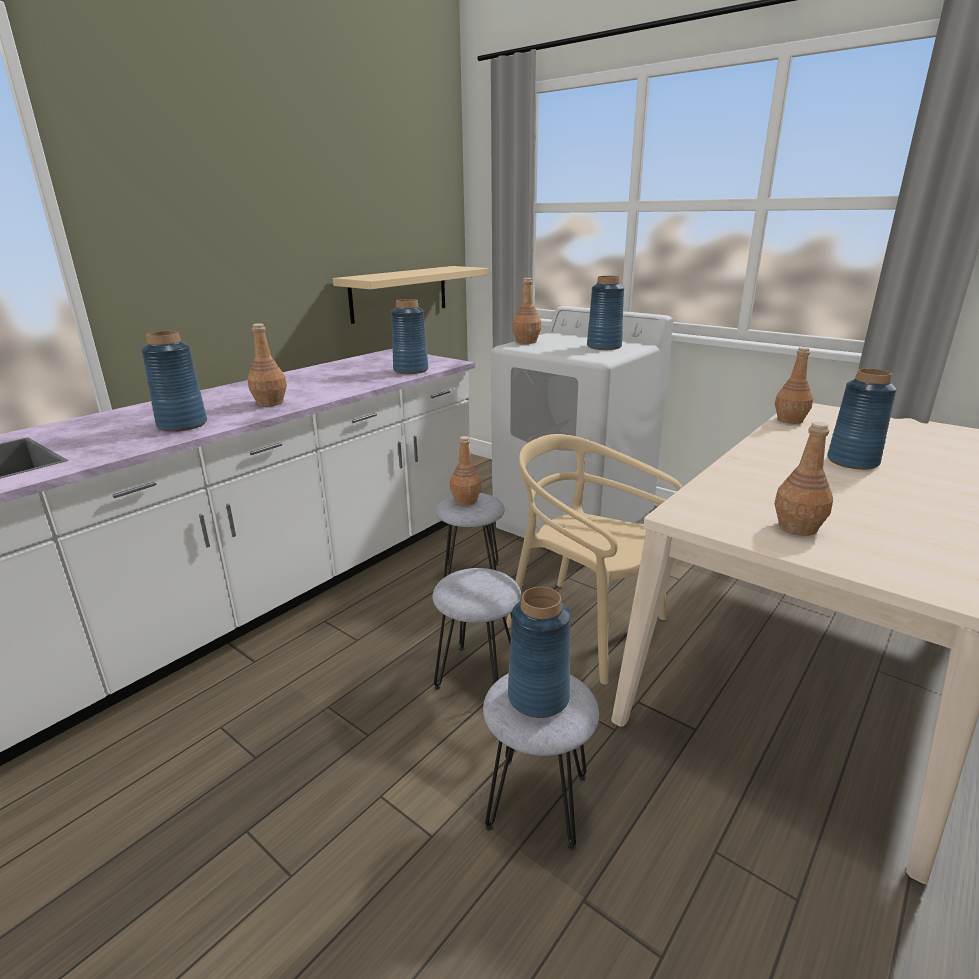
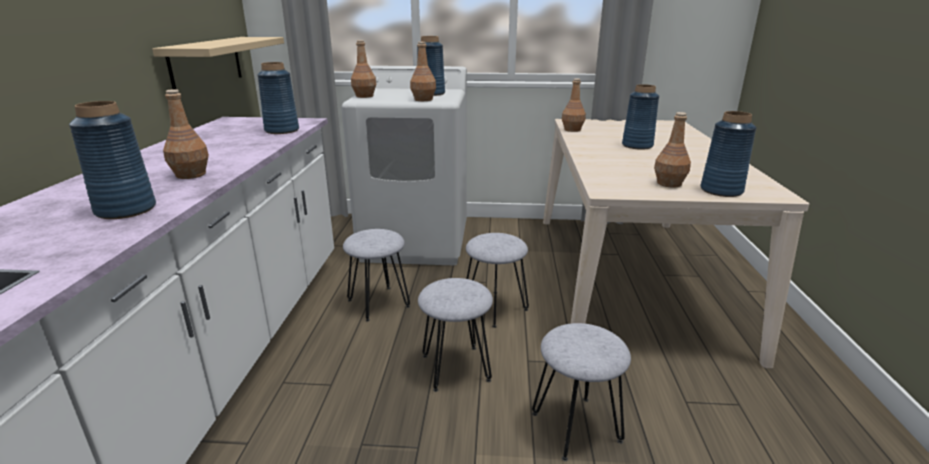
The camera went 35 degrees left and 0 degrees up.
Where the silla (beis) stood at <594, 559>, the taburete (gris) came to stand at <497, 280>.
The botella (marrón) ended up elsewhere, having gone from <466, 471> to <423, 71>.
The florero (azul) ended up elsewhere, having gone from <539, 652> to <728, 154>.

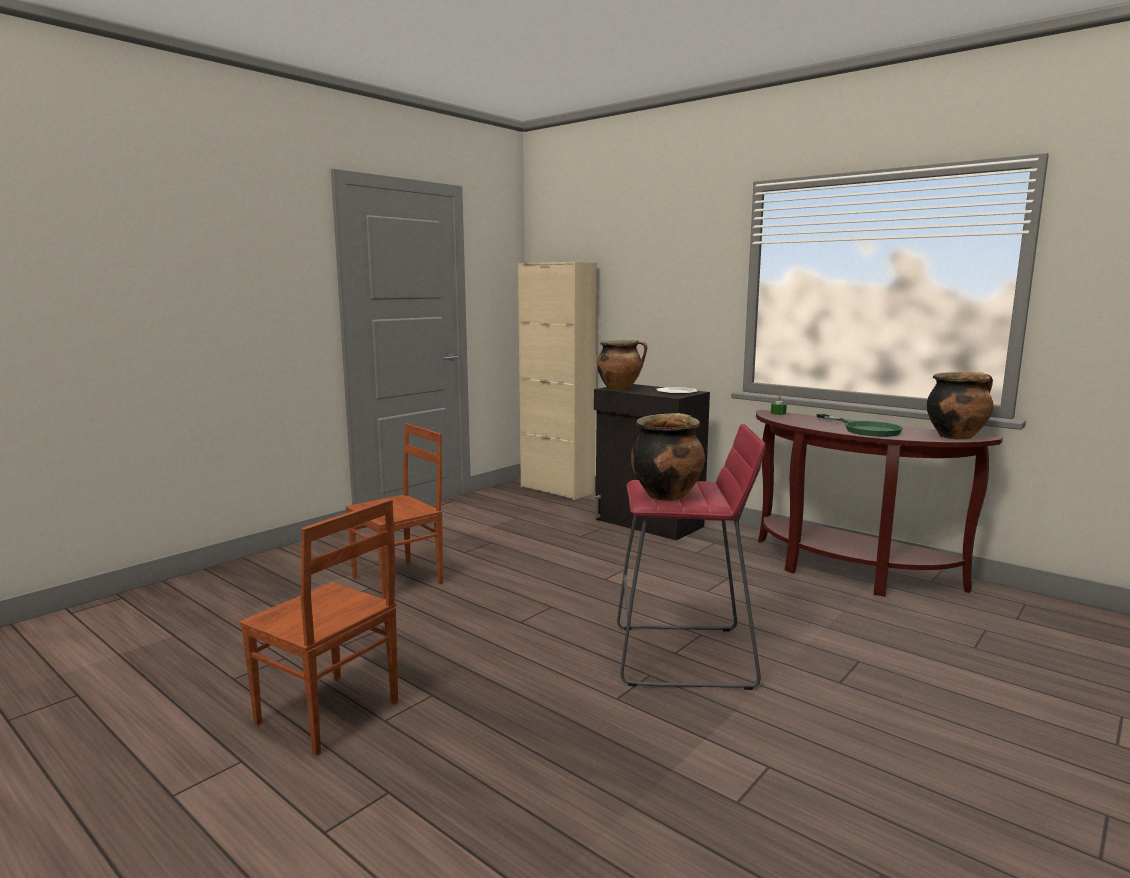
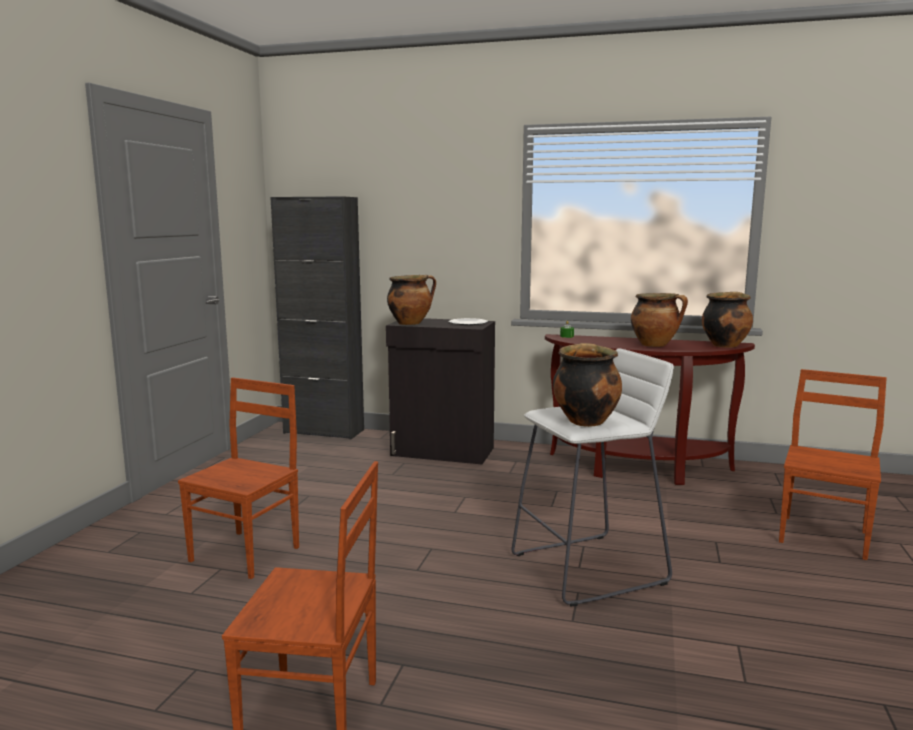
The camera went 25 degrees left and 0 degrees up.
What was the armario (beis) at <557, 381> turned into the armario (negro) at <317, 318>.
Where the sartén (verde) stood at <859, 425>, the olla came to stand at <659, 320>.
What was the taburete (rojo) at <691, 557> turned into the taburete (blanco) at <592, 477>.
The second view gained the silla (marrón) at <833, 464>.

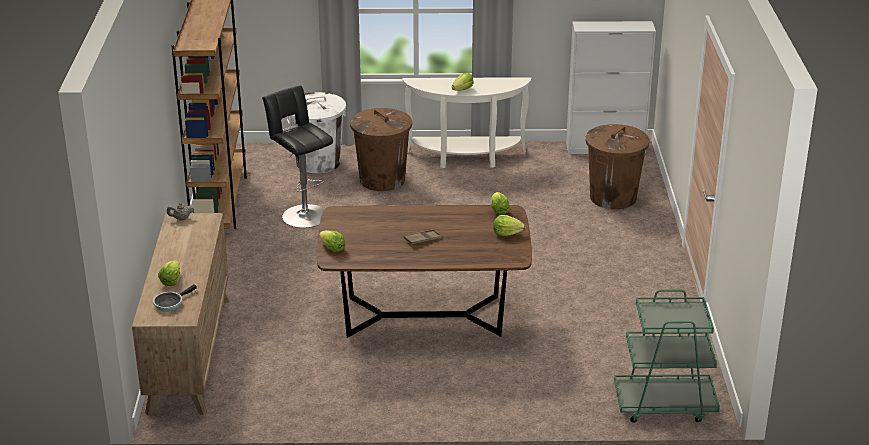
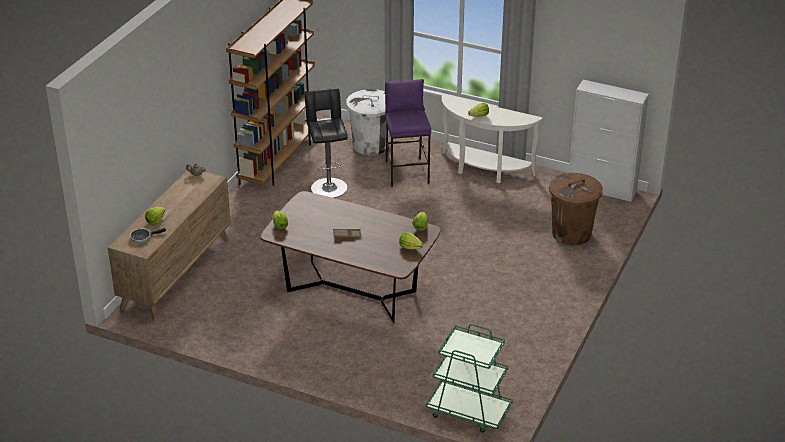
The camera went 25 degrees right and 5 degrees up.
Where the papelera (marrón) stood at <381, 149>, the taburete (morado) came to stand at <408, 133>.

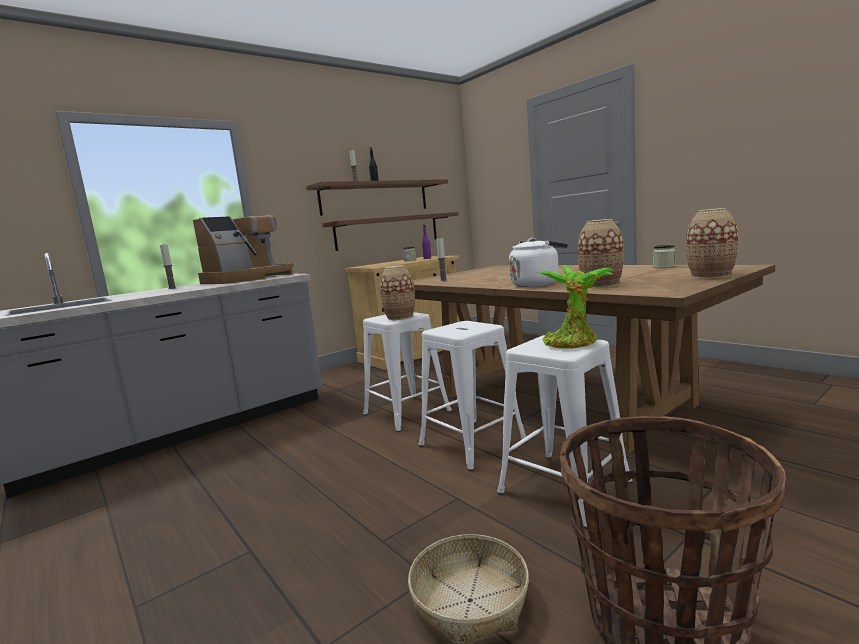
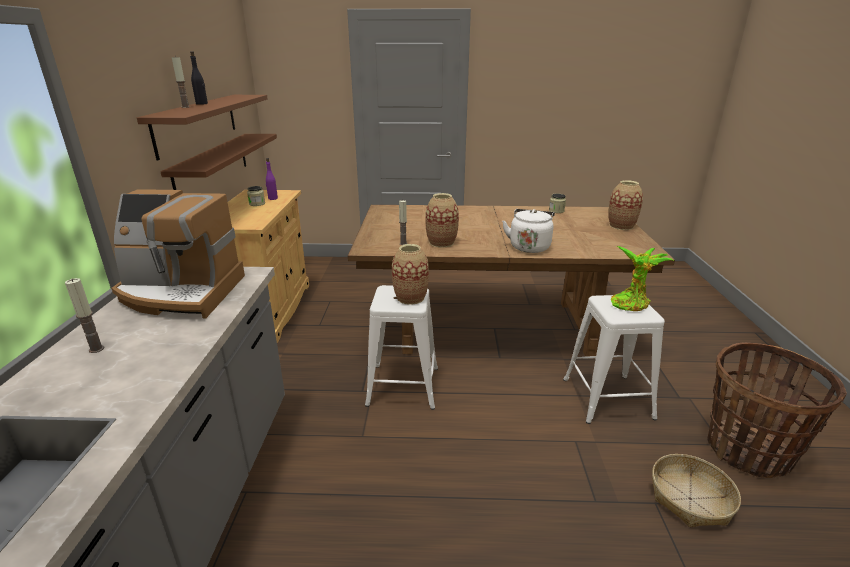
The camera went 50 degrees left and 15 degrees up.
The cafetera at <243, 249> ended up facing another way, 105 degrees clockwise from before.
The florero ended up elsewhere, having gone from <601, 253> to <442, 220>.
The second view lost the taburete (blanco) at <473, 396>.

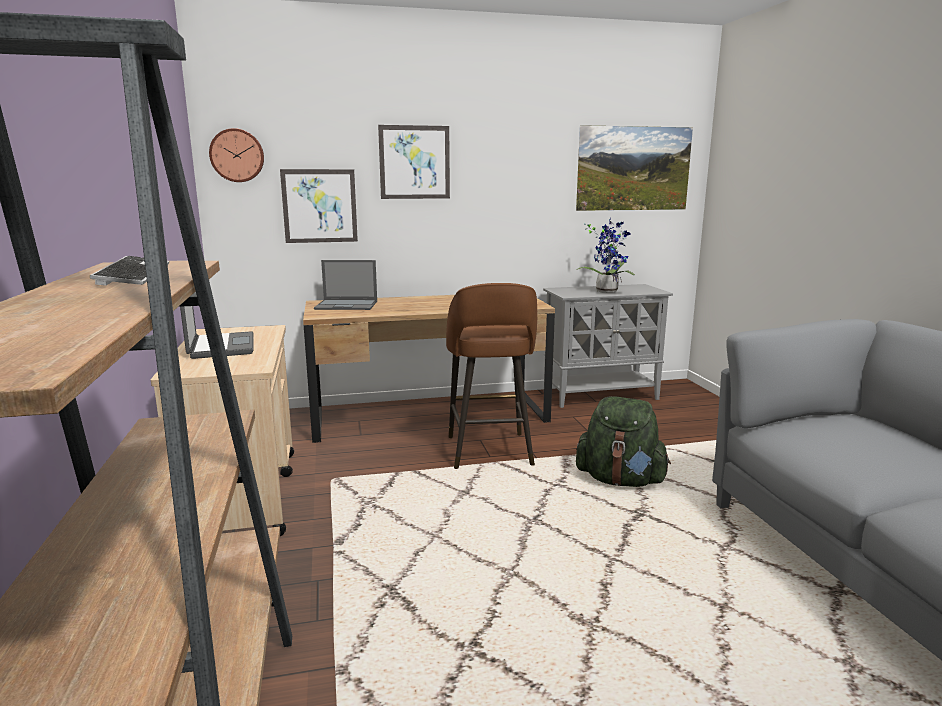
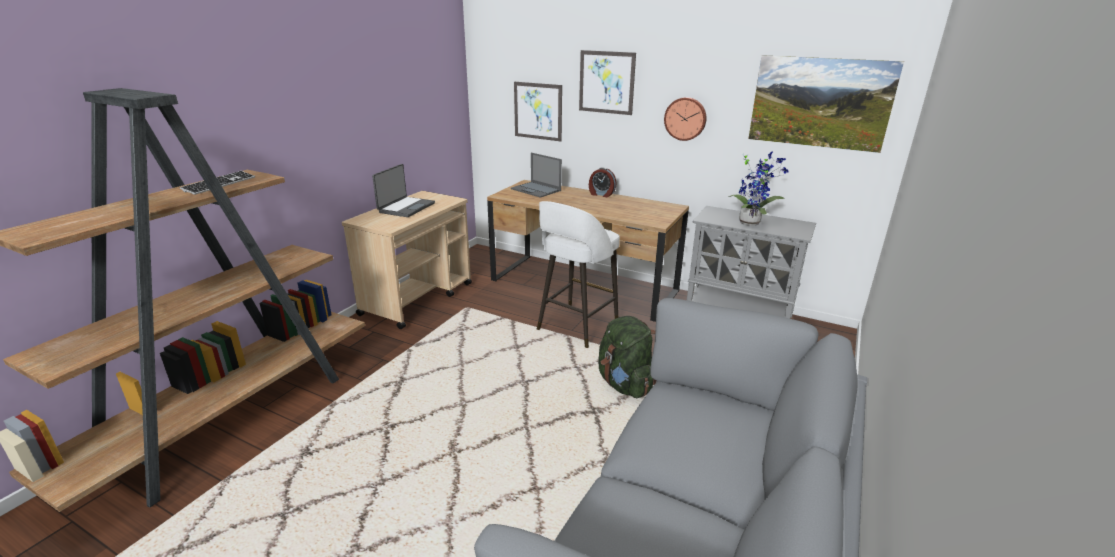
The camera went 40 degrees right and 10 degrees up.
The reloj de pared ended up elsewhere, having gone from <236, 155> to <685, 119>.
What was the taburete (marrón) at <491, 376> turned into the taburete (blanco) at <578, 274>.
The second view gained the despertador at <602, 182>.

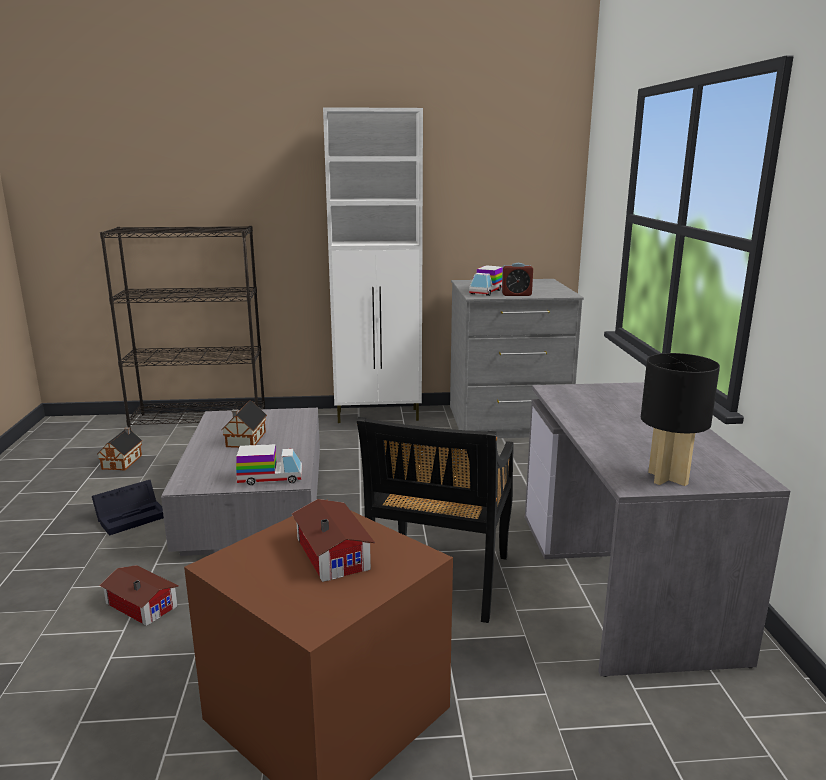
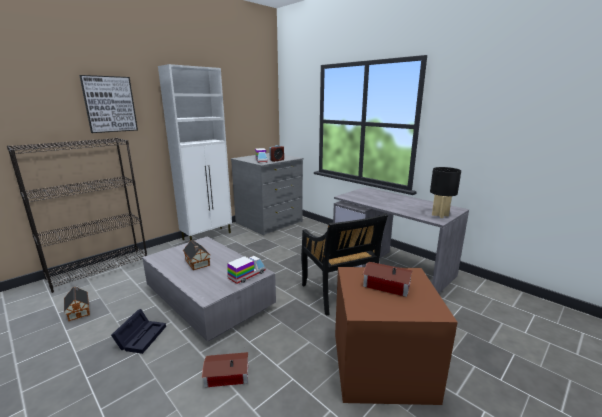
The camera went 40 degrees left and 0 degrees up.
The second view gained the cuadro at <108, 104>.

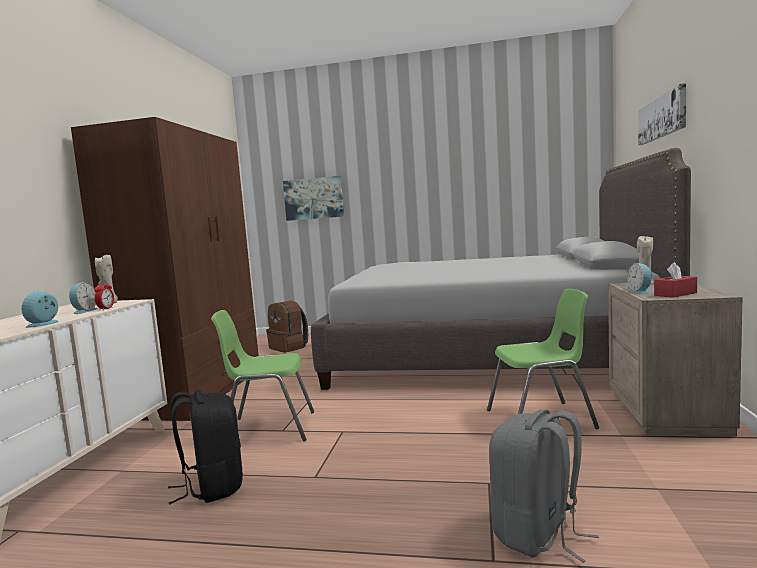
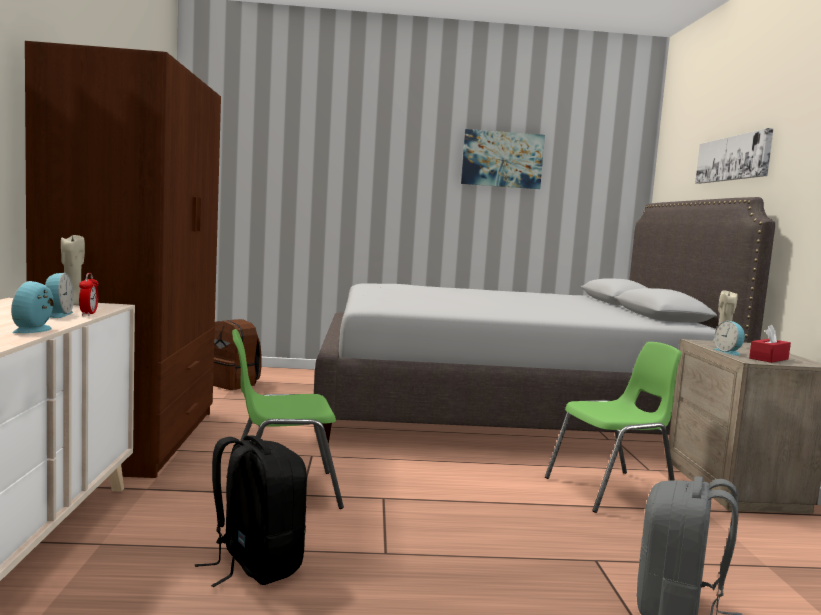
The camera went 15 degrees left and 0 degrees up.
The cuadro ended up elsewhere, having gone from <313, 198> to <503, 159>.

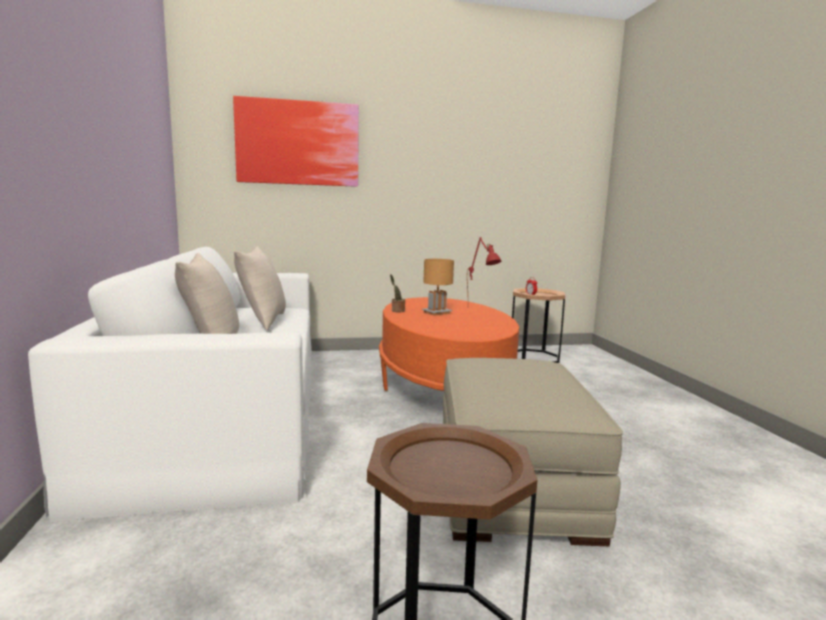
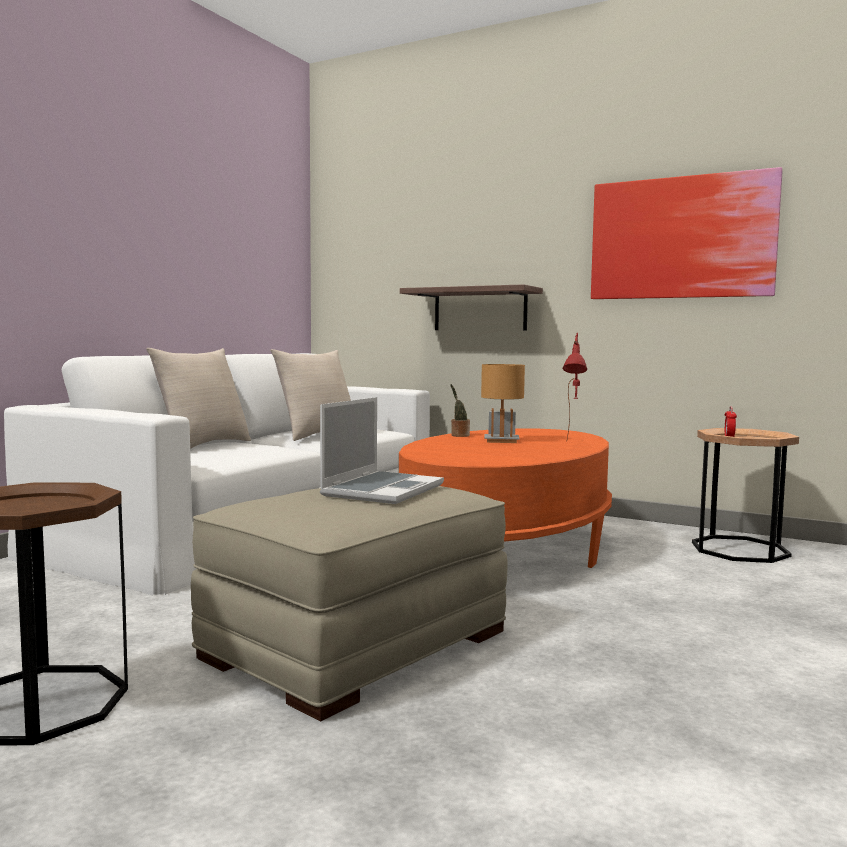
The camera went 40 degrees right and 5 degrees down.
The cuadro ended up elsewhere, having gone from <296, 141> to <687, 233>.
The second view gained the estante at <471, 307>.
The second view gained the portátil at <382, 450>.

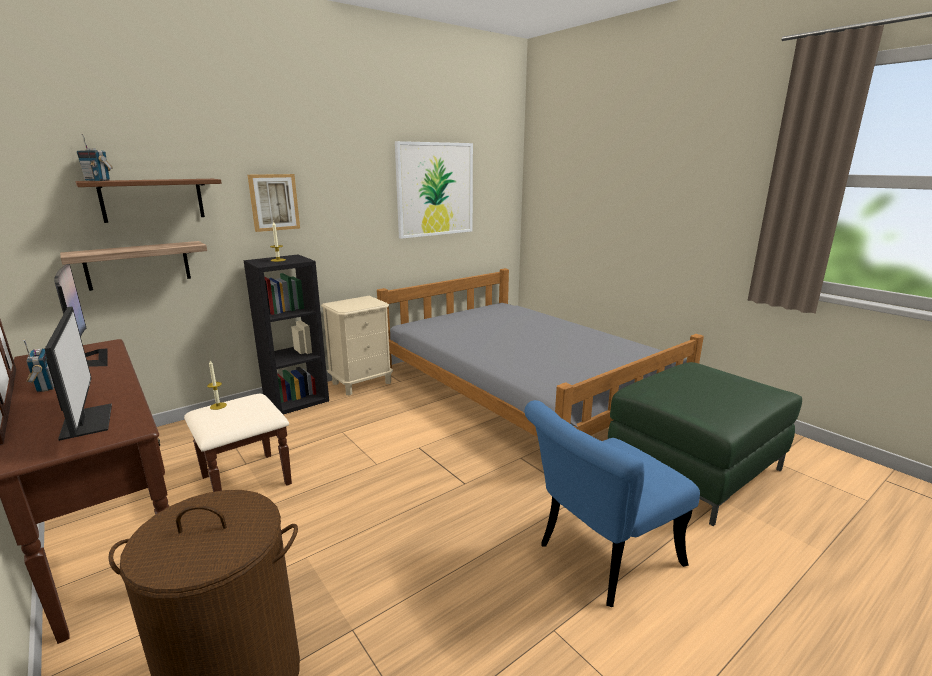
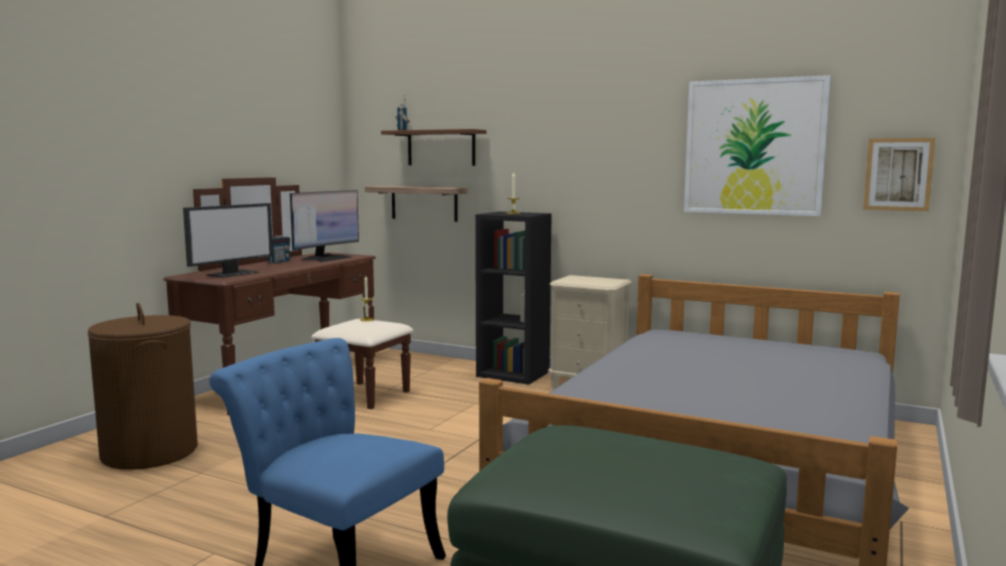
The camera went 65 degrees right and 10 degrees down.
The cuadro ended up elsewhere, having gone from <274, 203> to <899, 174>.

